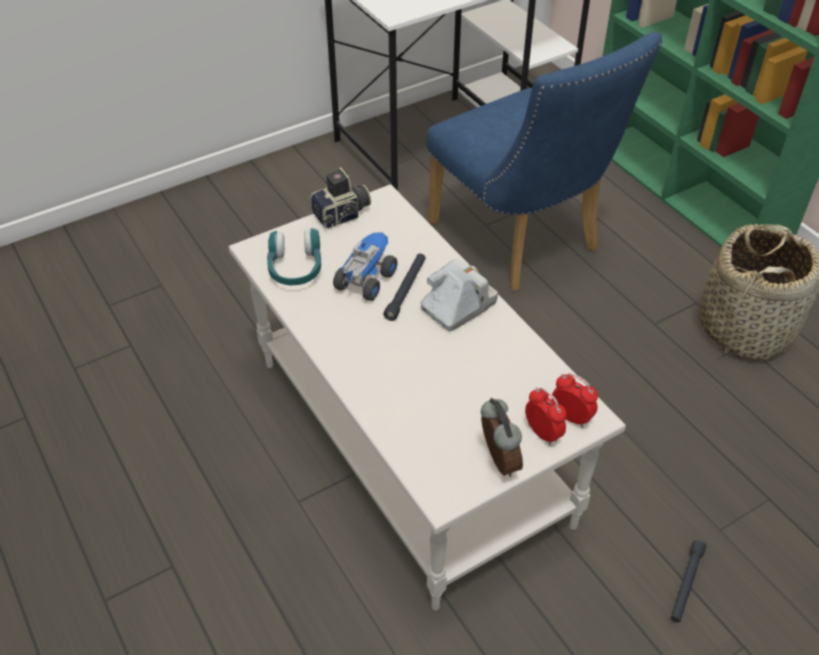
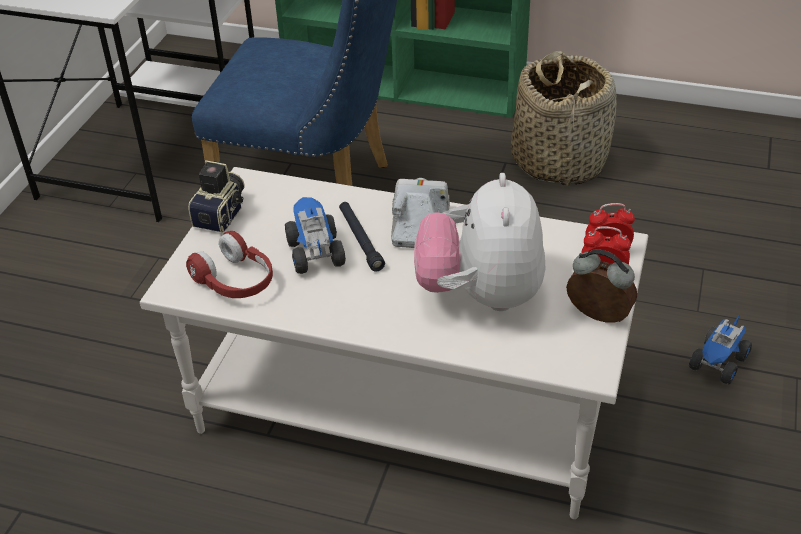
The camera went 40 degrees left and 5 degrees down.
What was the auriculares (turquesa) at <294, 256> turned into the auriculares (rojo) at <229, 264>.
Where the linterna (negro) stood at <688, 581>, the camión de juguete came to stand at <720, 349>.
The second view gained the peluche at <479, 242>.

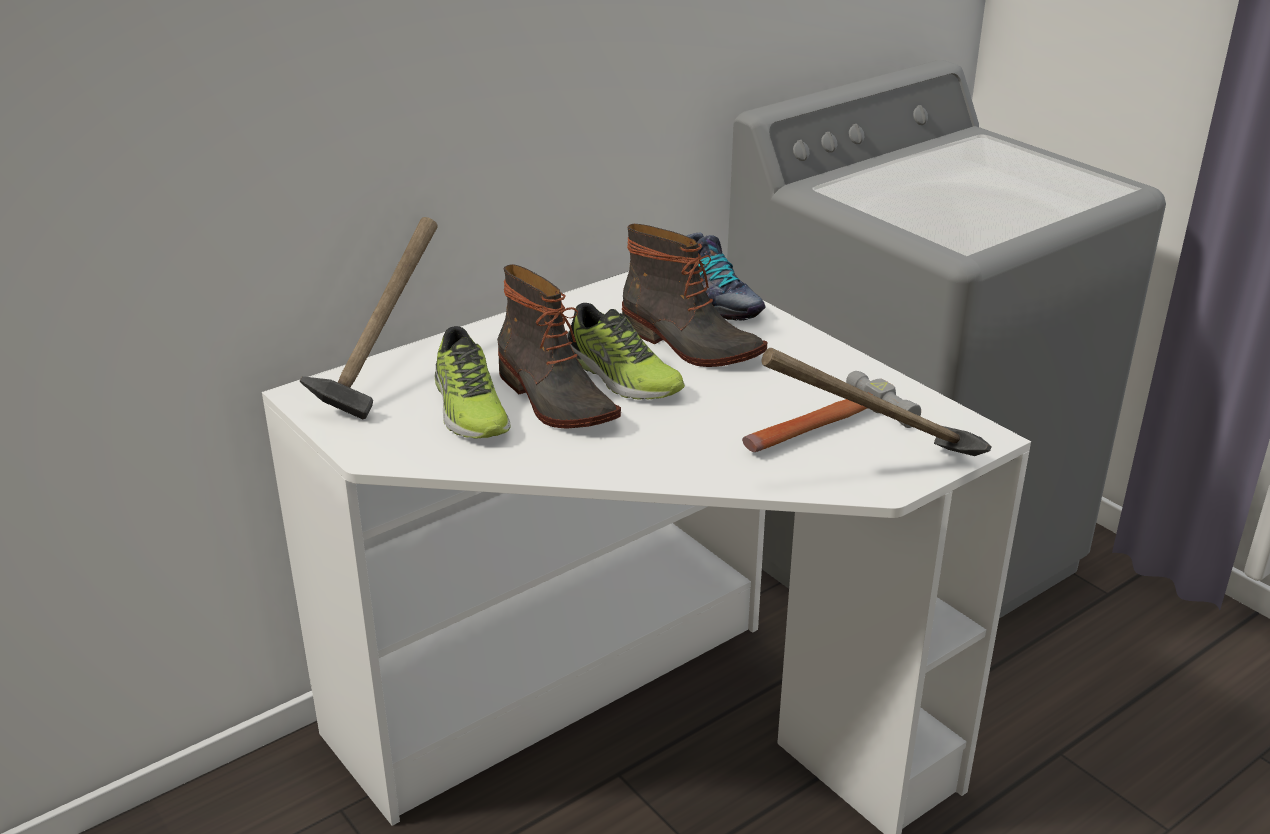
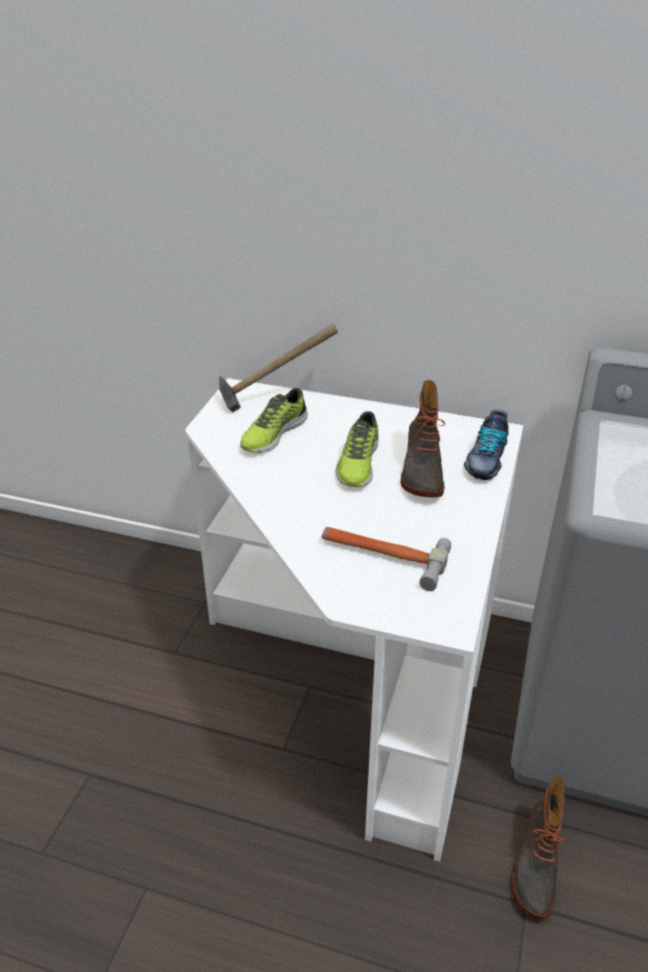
The camera went 55 degrees right and 5 degrees up.
The bota ended up elsewhere, having gone from <559, 346> to <538, 848>.
The second view lost the martillo at <877, 402>.

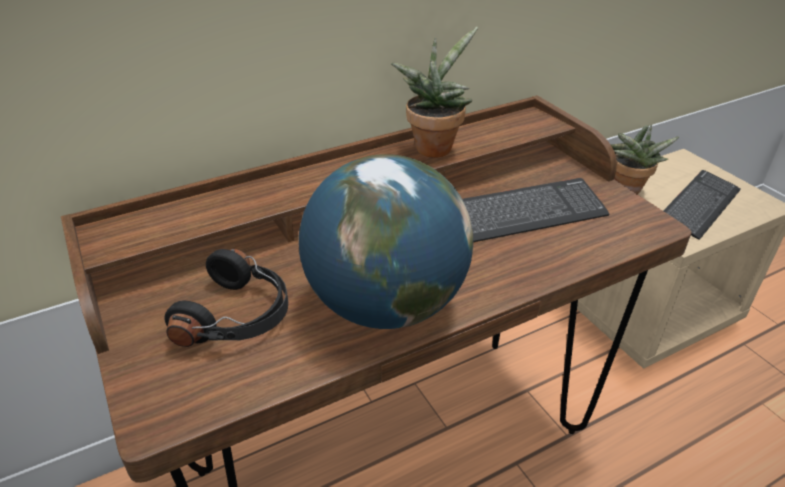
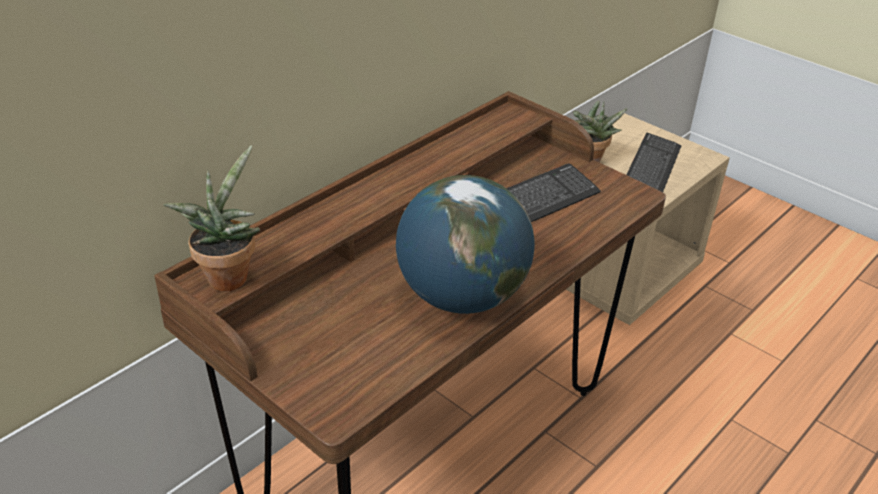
The camera went 20 degrees left and 0 degrees up.
The planta en maceta ended up elsewhere, having gone from <434, 92> to <211, 218>.
The second view lost the auriculares (negro) at <226, 298>.

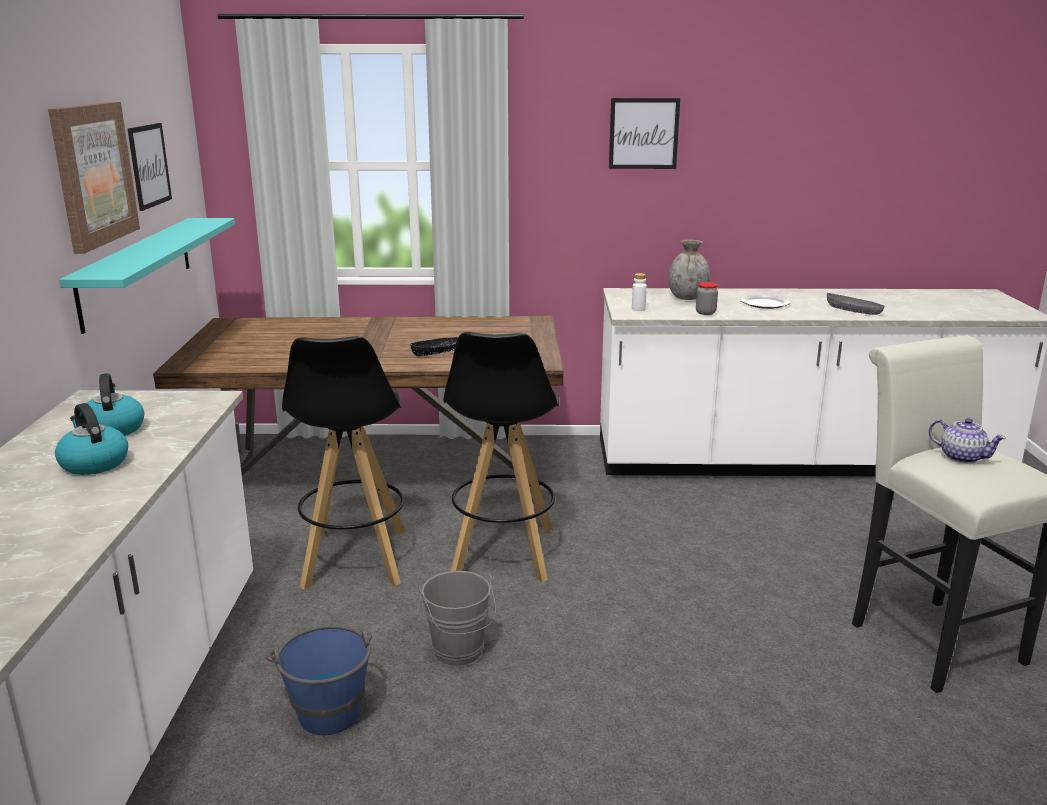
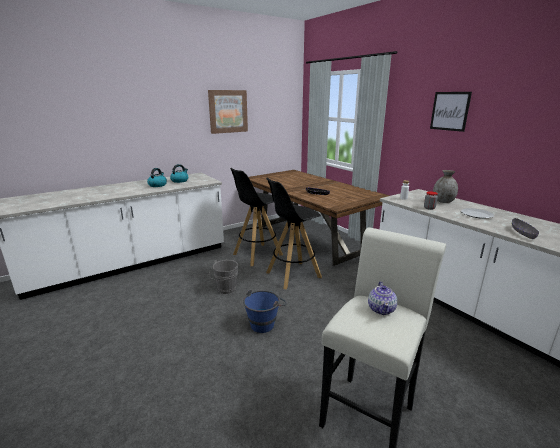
The camera went 55 degrees right and 0 degrees up.
The second view lost the cuadro at <150, 167>.
The second view lost the estante (turquesa) at <147, 276>.
The cubo (azul) ended up elsewhere, having gone from <319, 680> to <265, 311>.

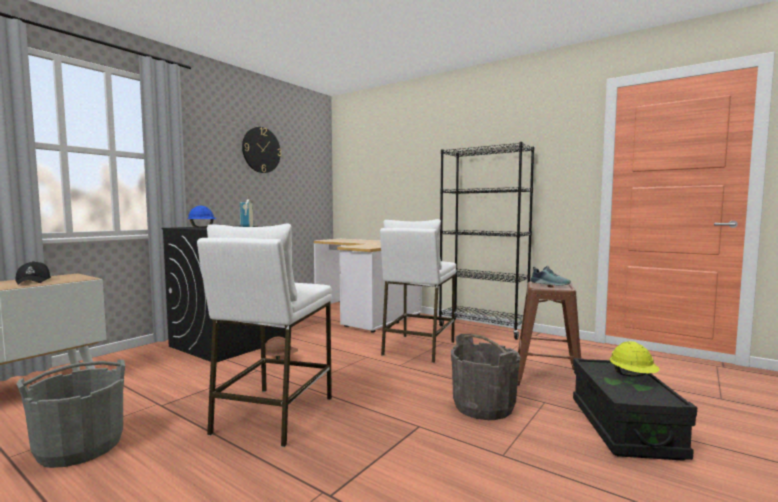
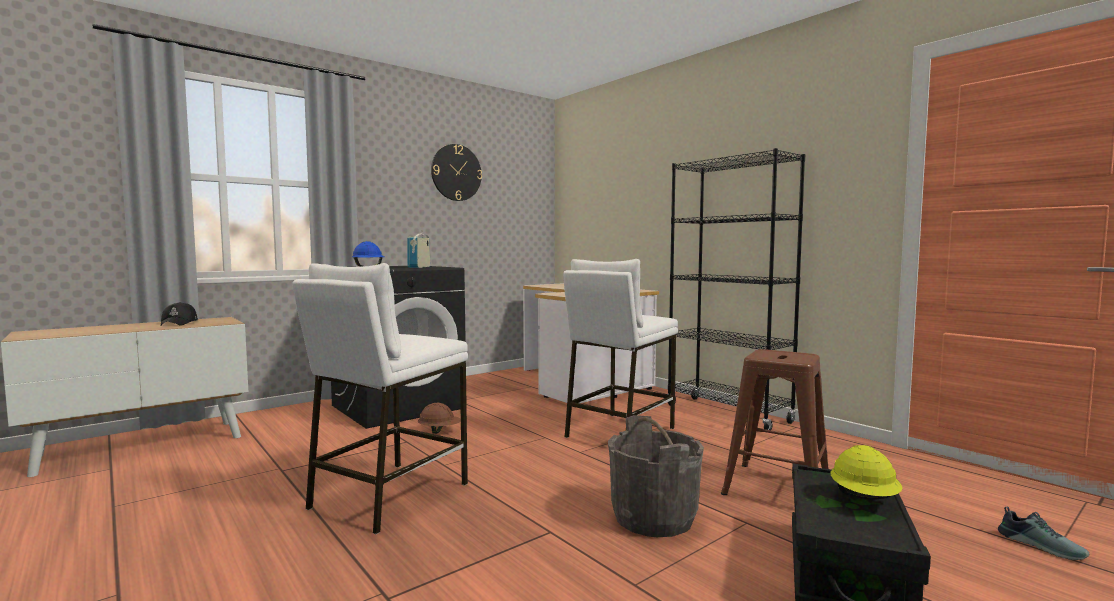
The camera went 15 degrees right and 0 degrees up.
The zapato ended up elsewhere, having gone from <550, 276> to <1043, 533>.
The second view lost the cubo (gris) at <71, 413>.

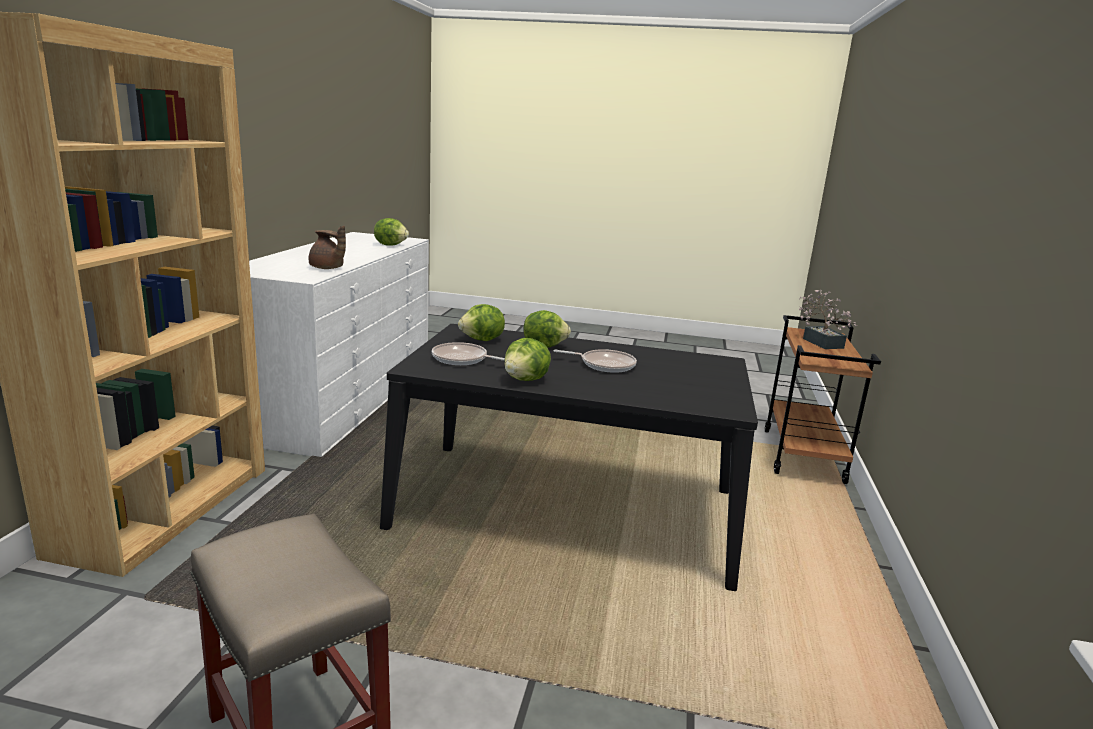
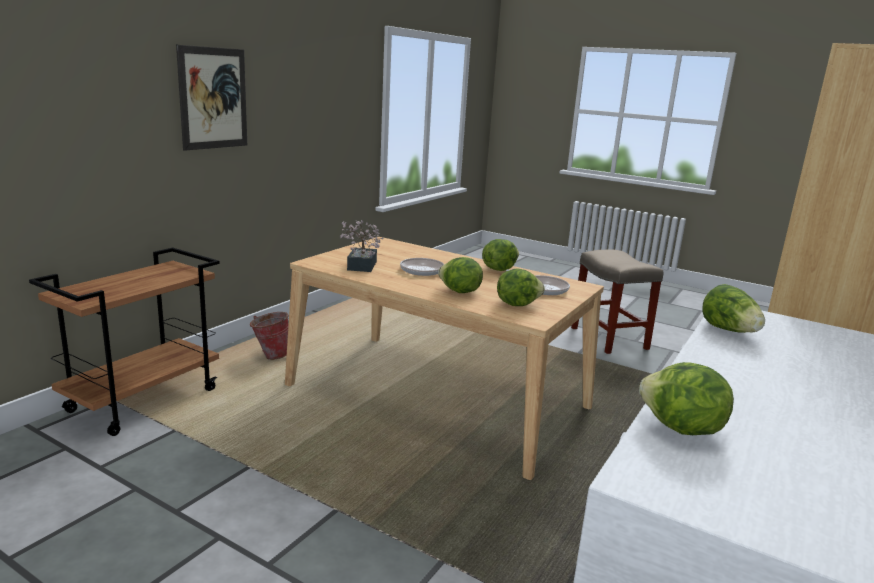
The camera went 160 degrees left and 0 degrees up.
Where the tetera (marrón) stood at <327, 247>, the lechuga came to stand at <733, 308>.
The planta en maceta ended up elsewhere, having gone from <828, 319> to <362, 246>.
What was the mesa de comedor (negro) at <569, 457> turned into the mesa de comedor (beis) at <444, 358>.
The second view gained the cuadro at <211, 98>.
The second view gained the cubo at <269, 336>.

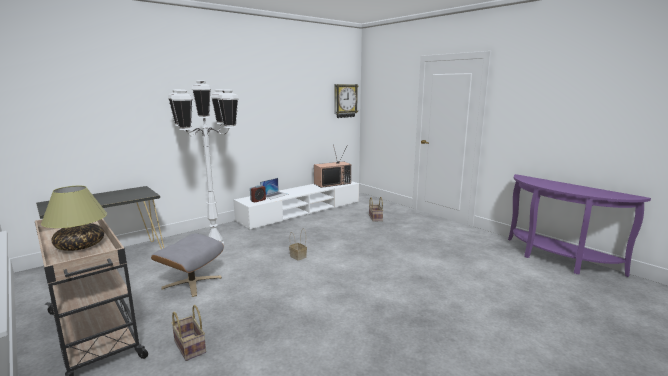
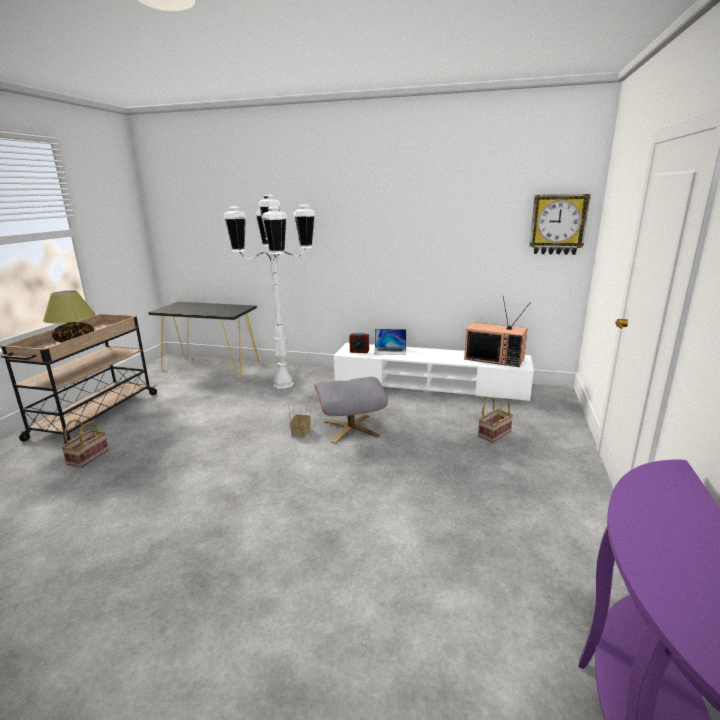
The camera went 55 degrees right and 5 degrees up.
The puf (gris) ended up elsewhere, having gone from <187, 265> to <351, 410>.

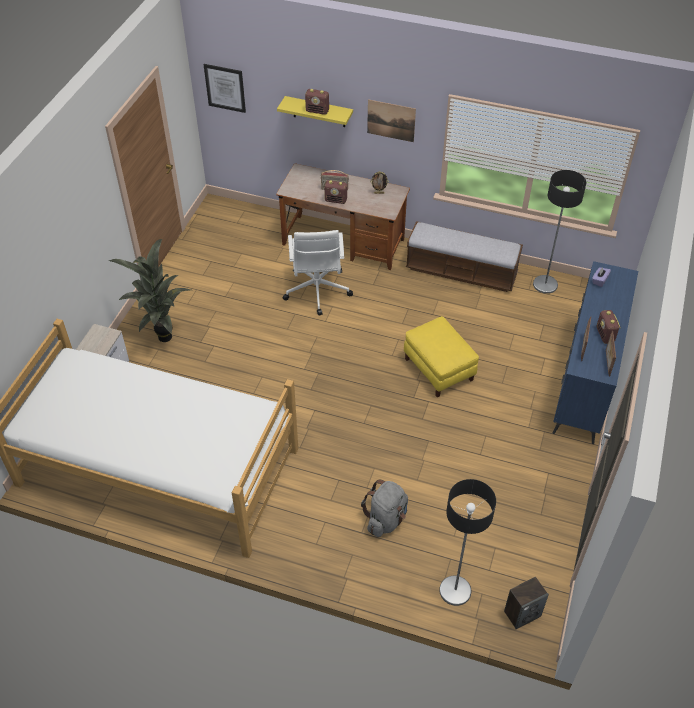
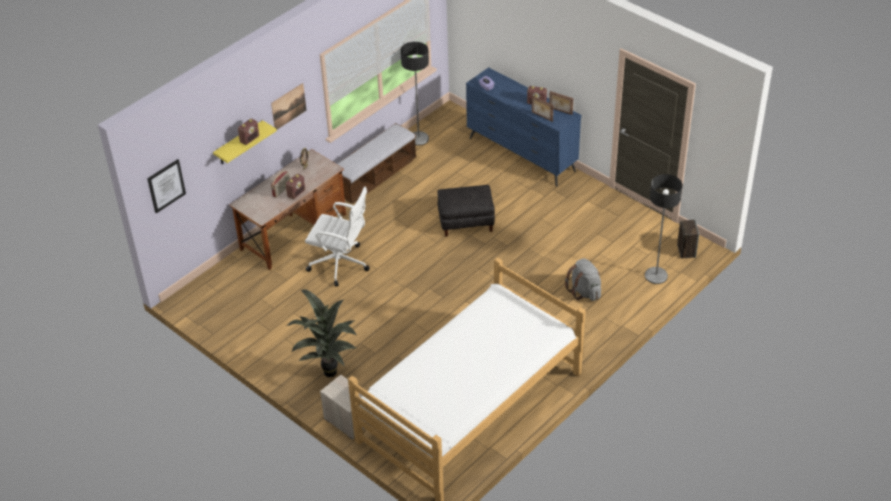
The camera went 65 degrees left and 5 degrees down.
What was the puf (amarillo) at <441, 356> turned into the puf (negro) at <466, 211>.

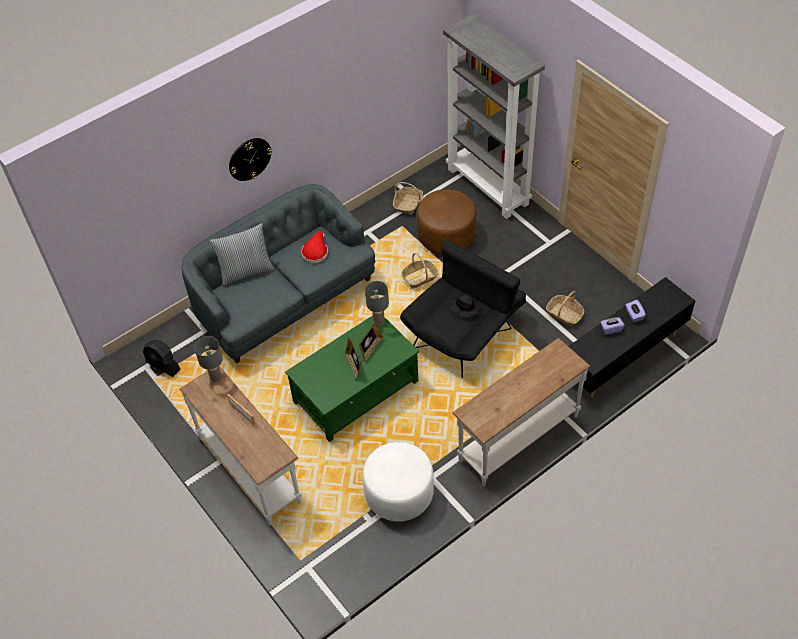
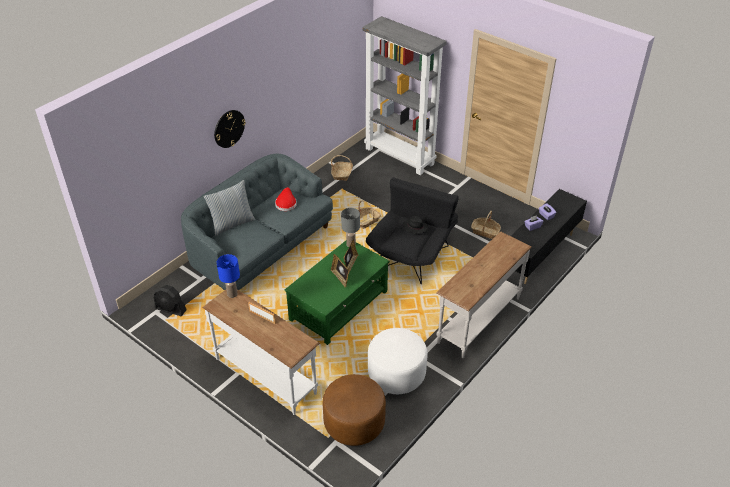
The camera went 15 degrees left and 10 degrees down.
The puf (marrón) ended up elsewhere, having gone from <446, 222> to <354, 410>.
What was the lámpara de mesa (gris) at <208, 359> turned into the lámpara de mesa (azul) at <228, 276>.

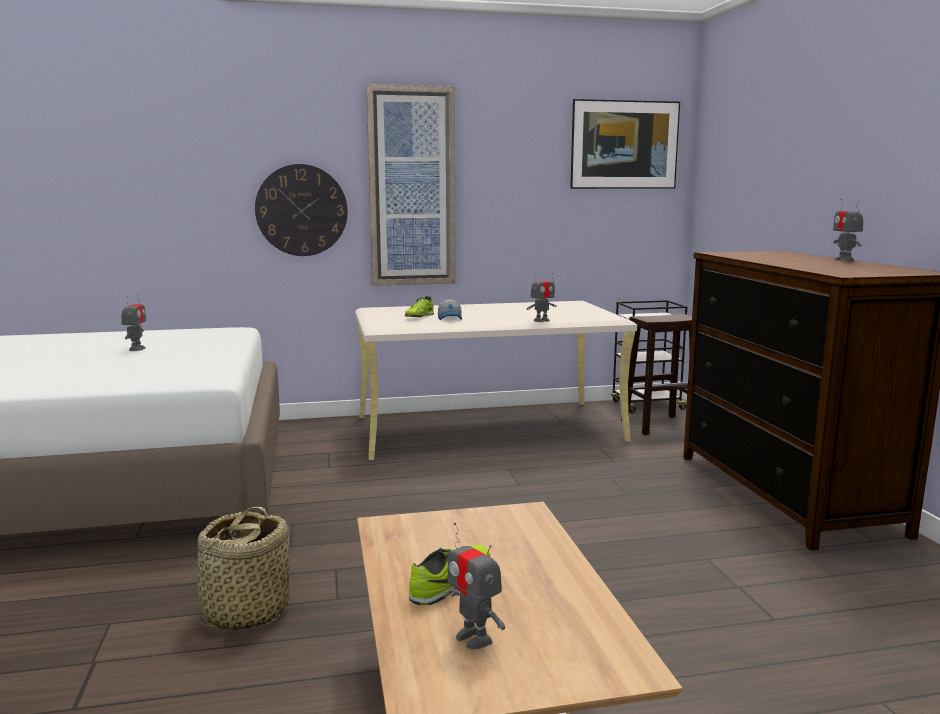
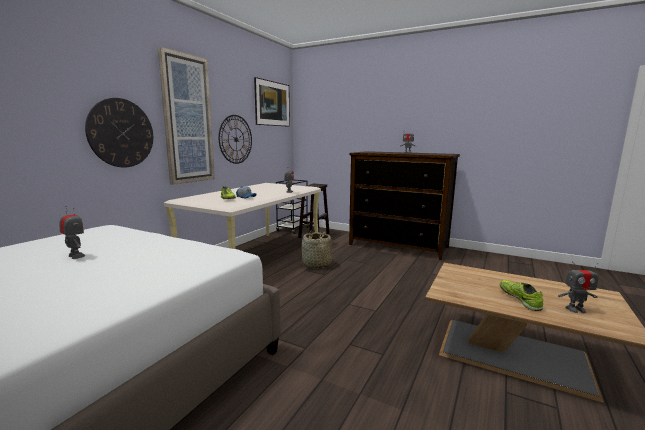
The camera went 50 degrees left and 0 degrees up.
The cesta ended up elsewhere, having gone from <238, 568> to <317, 250>.
The second view gained the reloj de pared at <235, 139>.

